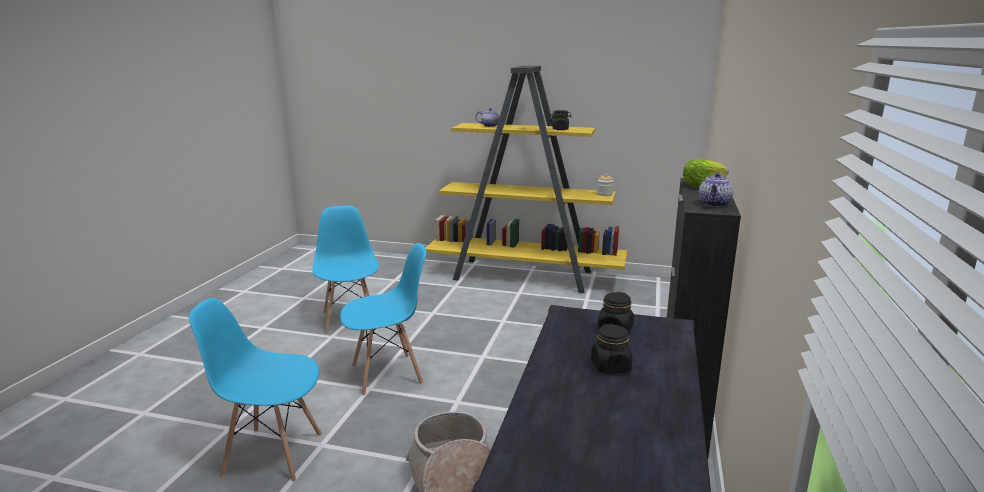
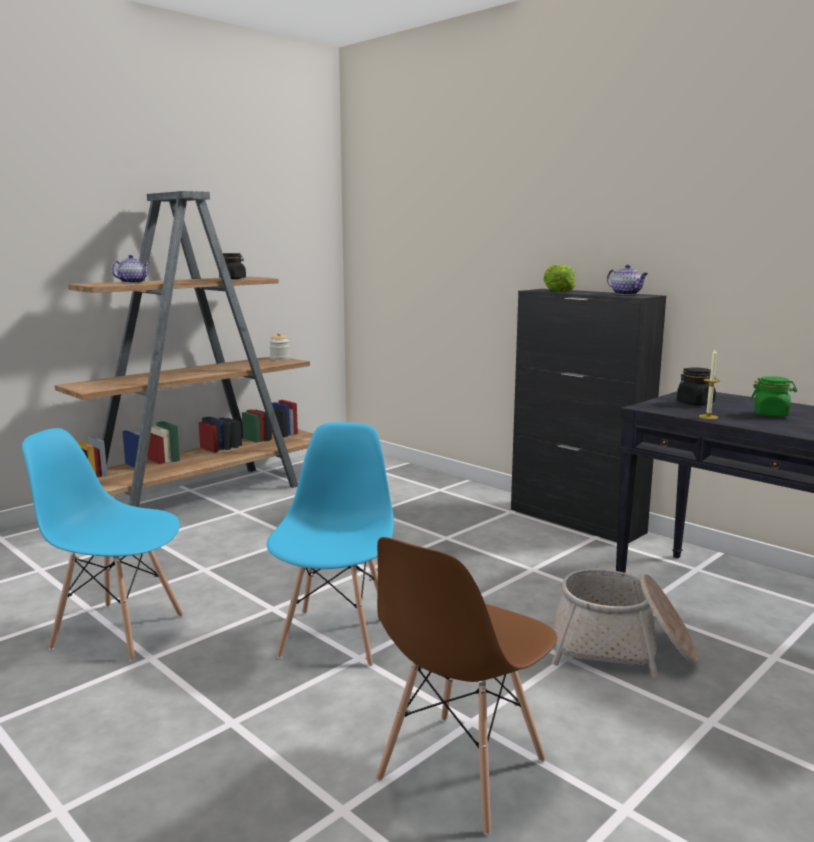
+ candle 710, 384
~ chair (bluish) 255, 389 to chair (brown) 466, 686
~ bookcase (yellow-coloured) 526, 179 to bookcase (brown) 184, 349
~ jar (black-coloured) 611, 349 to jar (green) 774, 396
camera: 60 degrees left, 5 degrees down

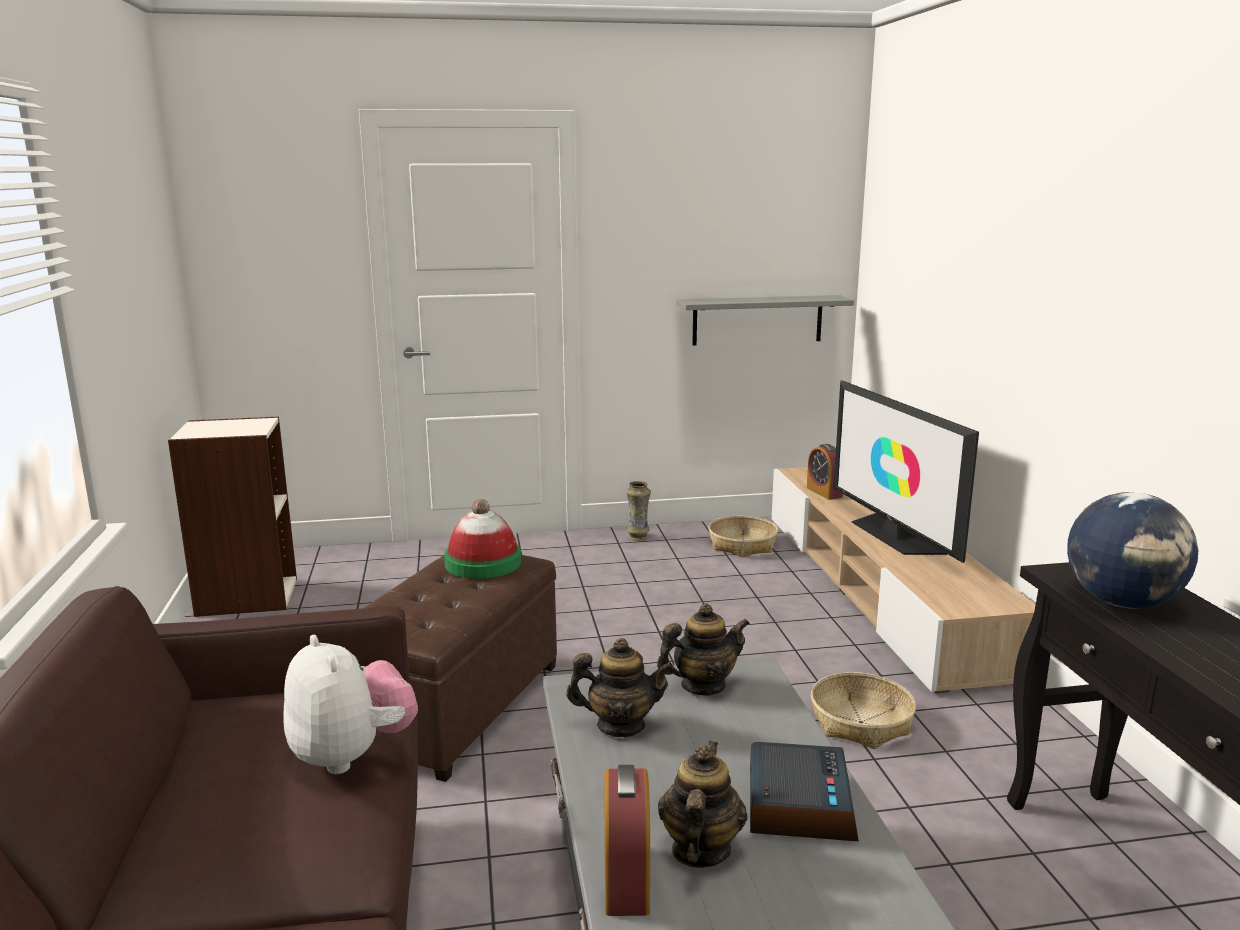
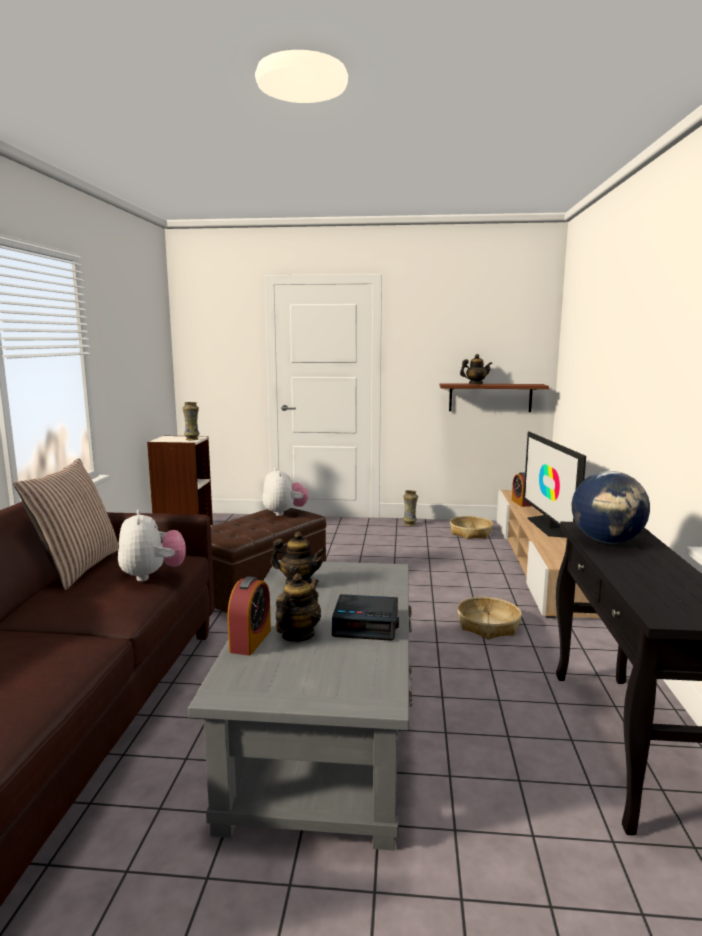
+ cushion 66, 524
+ vase 191, 421
~ pot for tea 703, 649 to 476, 369
~ wearable hat 482, 539 to cuddly toy 285, 491
~ wall shelf (gray) 765, 320 to wall shelf (brown) 494, 397
~ bedside clock 804, 791 = 365, 617 75 degrees clockwise
camera: 15 degrees right, 5 degrees down

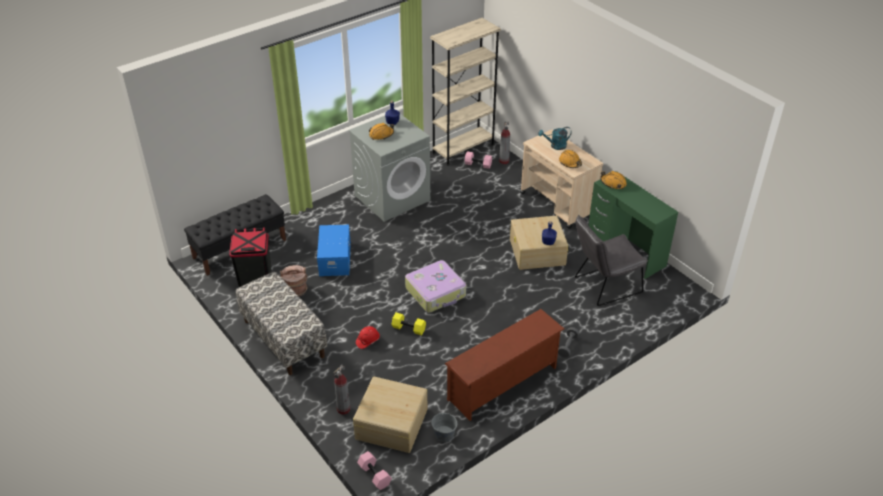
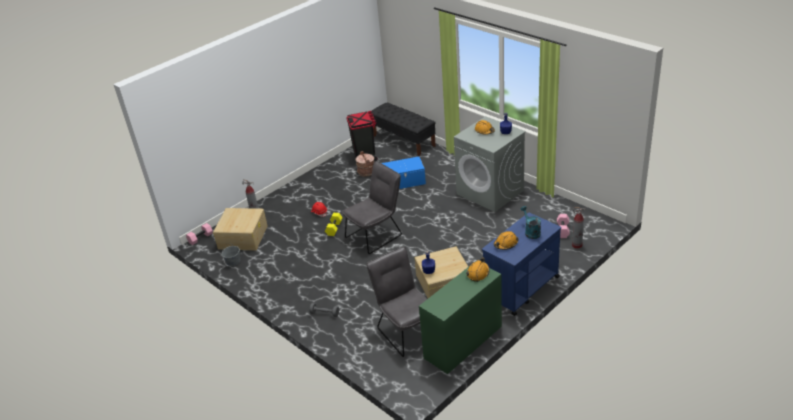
- bench 281, 323
- bookcase (beige-coloured) 465, 92
- shoe rack (brown) 505, 365
~ suitcase 435, 286 to chair (gray) 372, 207
~ wheeled cart (beige-coloured) 561, 179 to wheeled cart (bluish) 521, 264
camera: 85 degrees right, 5 degrees down

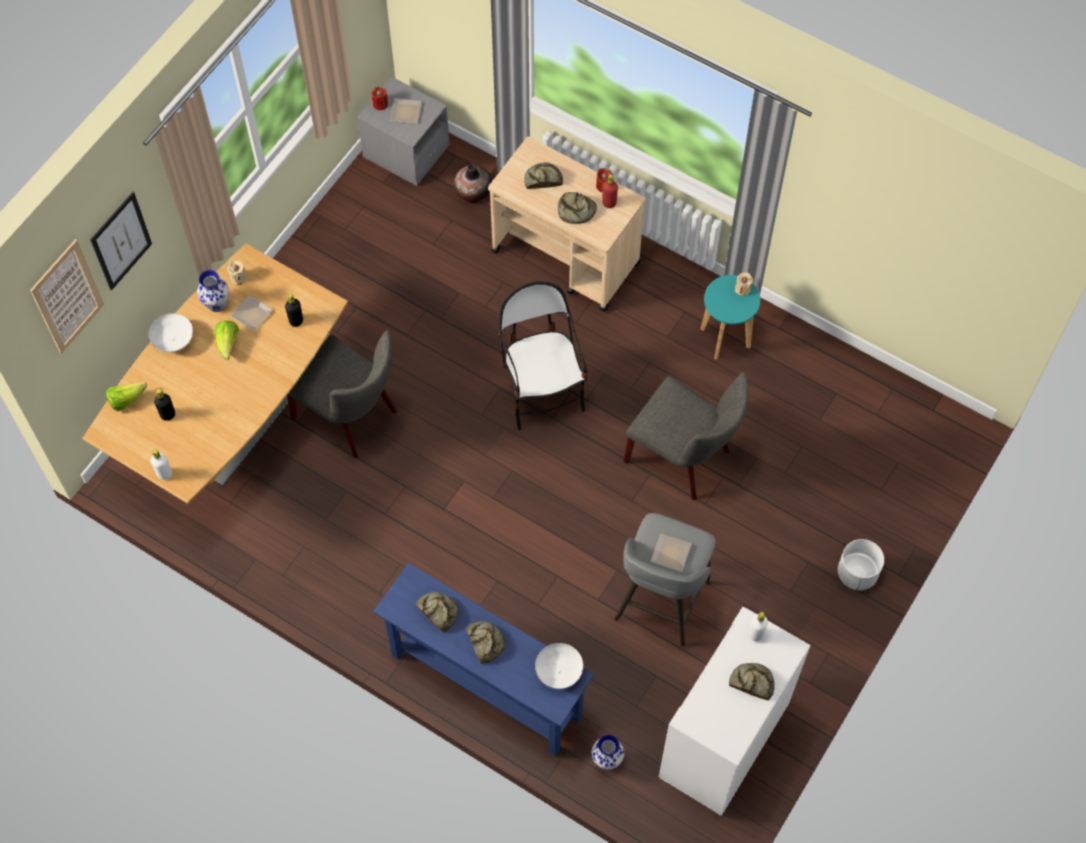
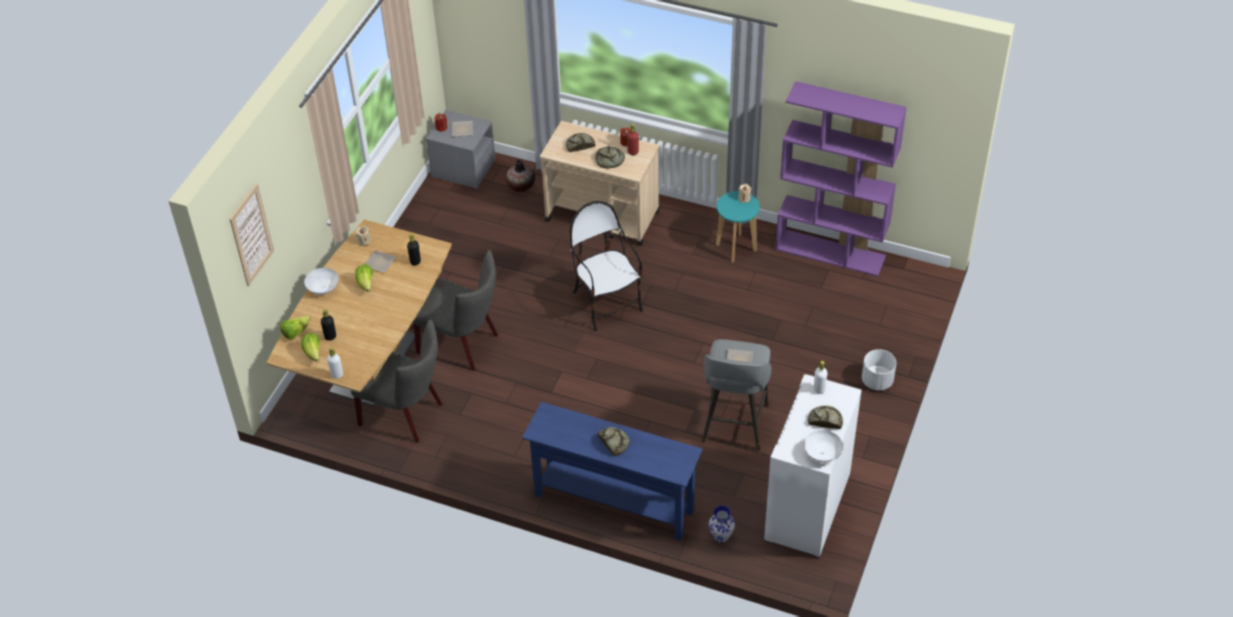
- picture 121, 241
- vase 213, 291
- bakery bread 437, 612
+ head of lettuce 310, 347
+ bookcase (purplish) 841, 178
~ deep dish (white) 559, 666 to 823, 446
~ chair (gray) 685, 436 to 396, 381
camera: 10 degrees left, 15 degrees down

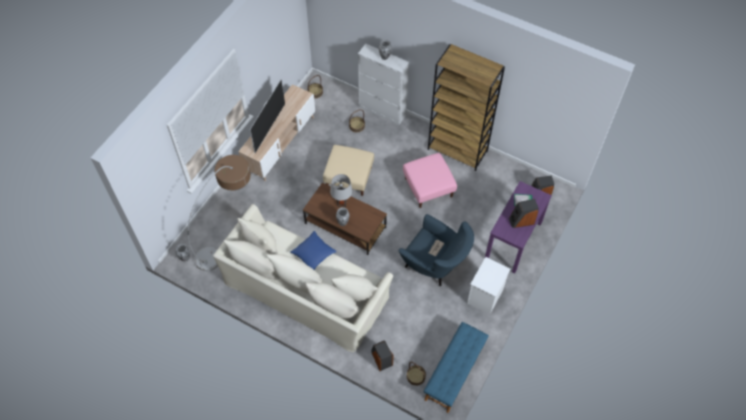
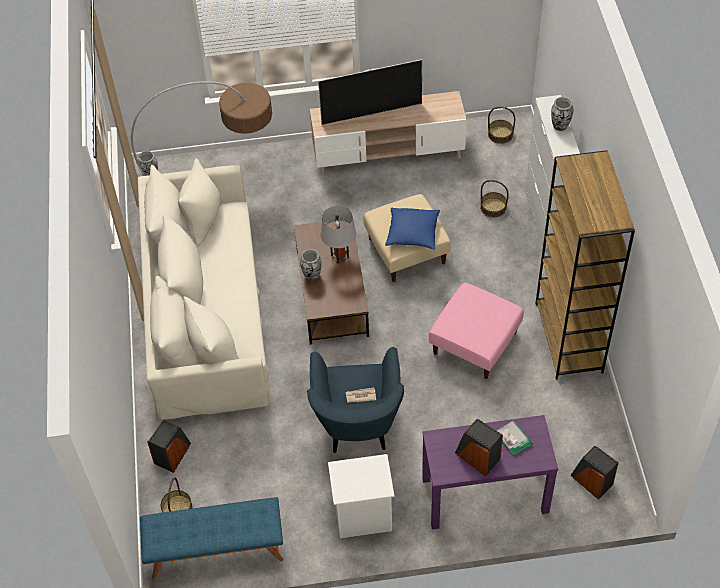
~ cushion (bluish) 313, 250 to 412, 229
camera: 55 degrees right, 5 degrees down

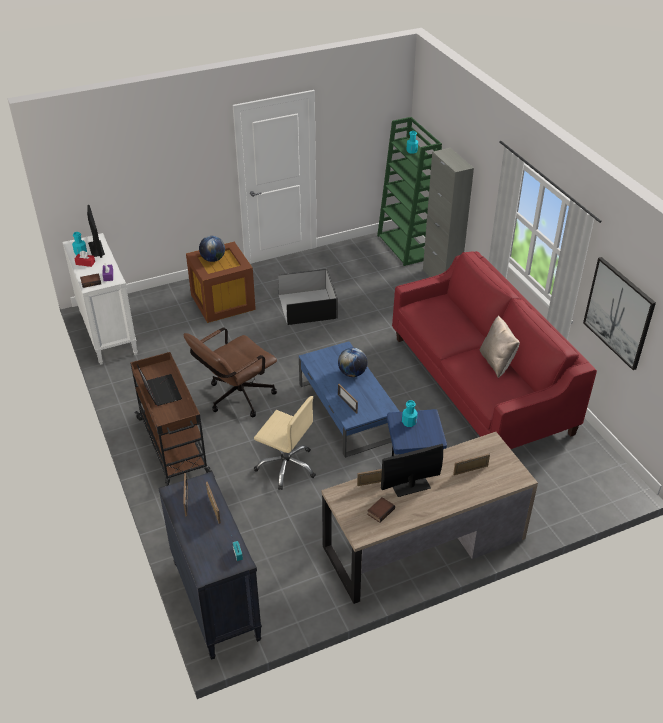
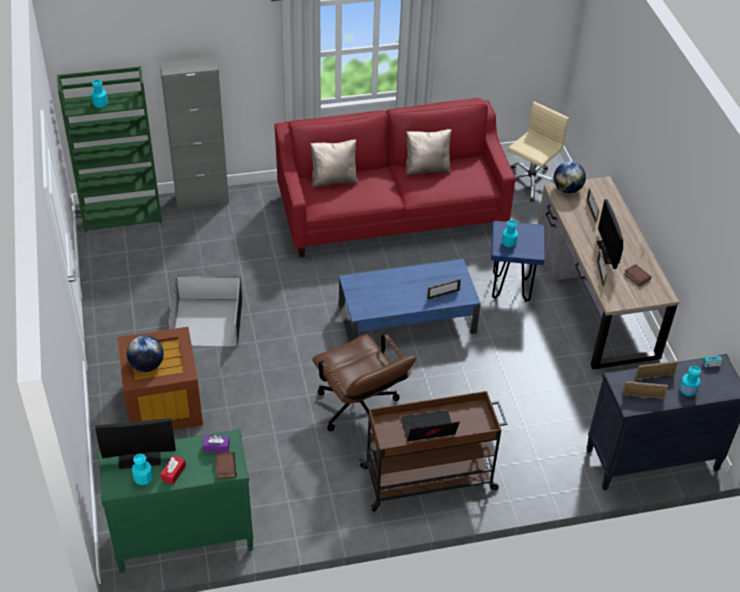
- picture 619, 313
+ cushion (beige-coloured) 334, 163
+ drink bottle (turquoise) 690, 381
~ office chair (beige-coloured) 285, 443 to 538, 152
~ desk globe 353, 362 to 570, 177
~ drawer chest (white) 100, 299 to drawer chest (green) 176, 501
camera: 80 degrees left, 5 degrees up

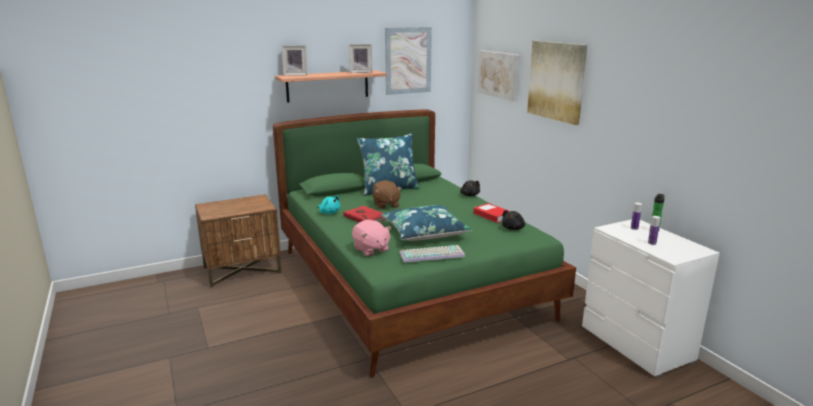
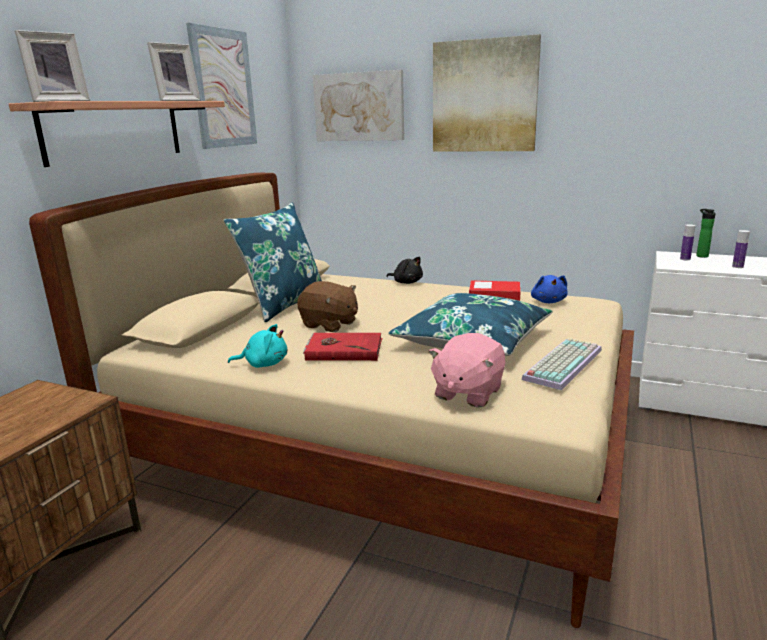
~ bedroom bed (green) 424, 244 to bedroom bed (beige-coloured) 331, 400
~ cuddly toy (black-coloured) 513, 220 to cuddly toy (bluish) 549, 289
~ cuddly toy (pink-coloured) 371, 238 = 466, 370 105 degrees clockwise
camera: 40 degrees left, 0 degrees up

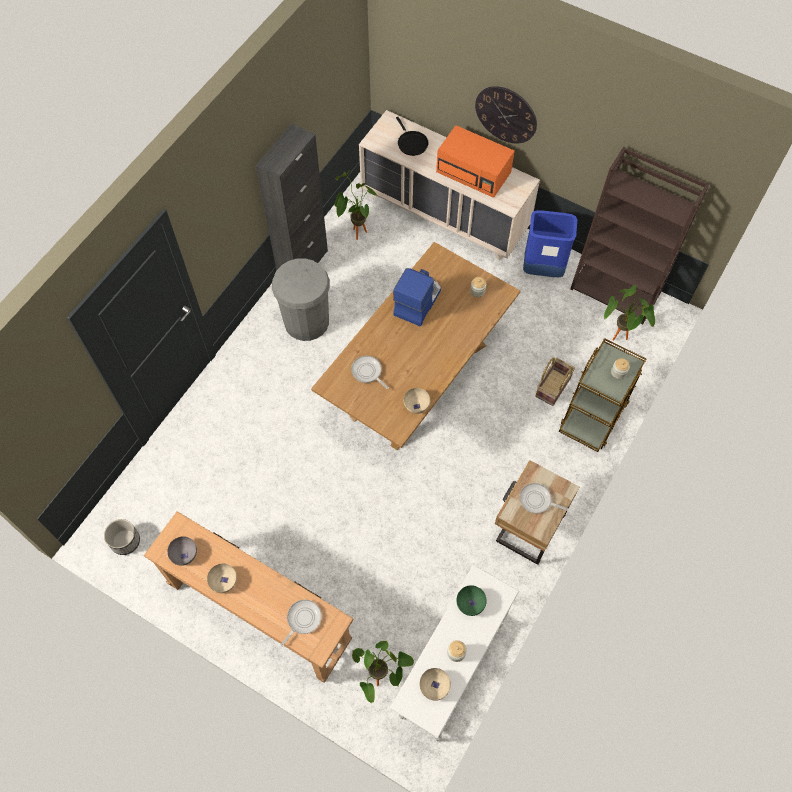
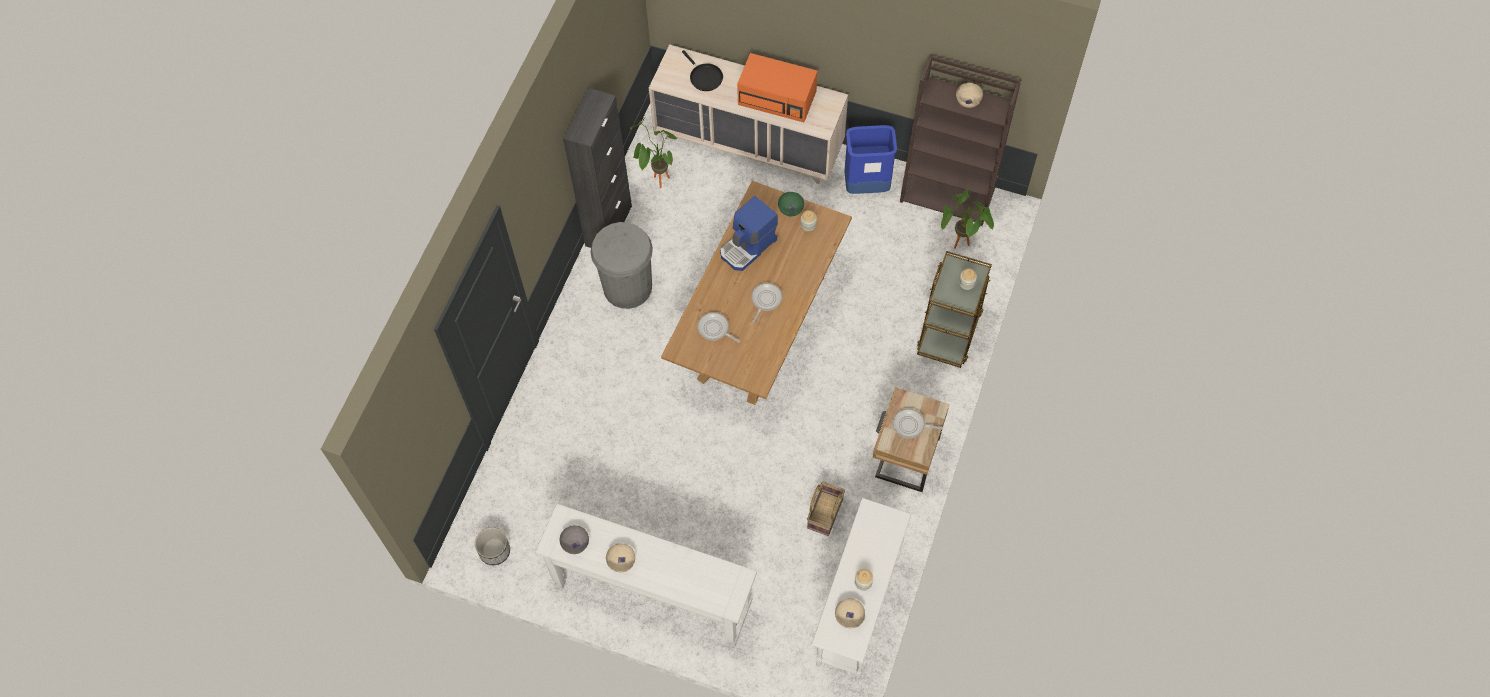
- potted plant 383, 672
- clock on the wall 506, 114
~ frying pan 301, 623 to 766, 303
~ deep dish (beige-coloured) 417, 401 to 969, 95
~ deep dish (green) 471, 600 to 791, 204
~ household basket 555, 381 to 826, 508
~ narrow table (brown) 249, 597 to narrow table (white) 646, 576
~ coffee machine 417, 297 = 749, 233 150 degrees counterclockwise
camera: 10 degrees left, 0 degrees up

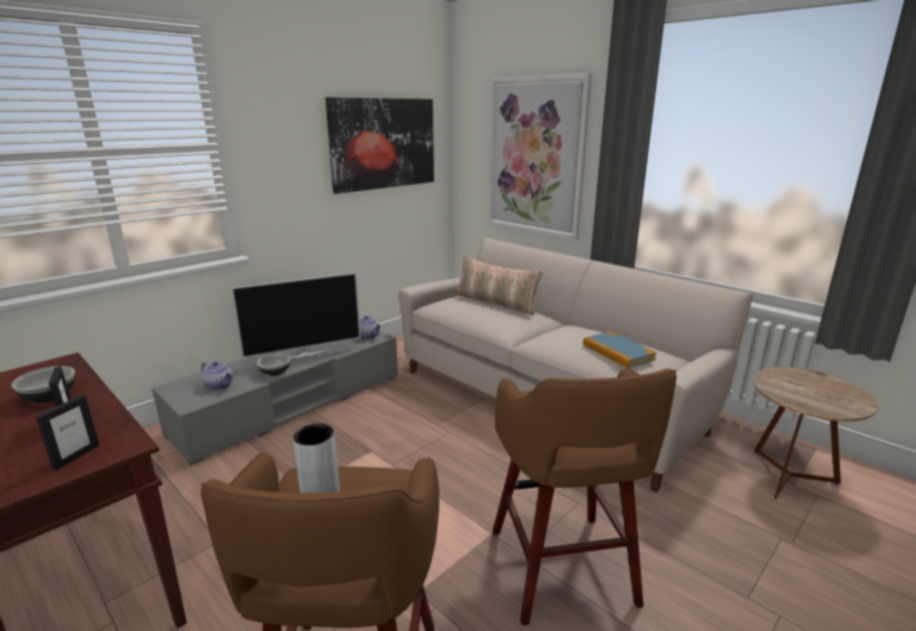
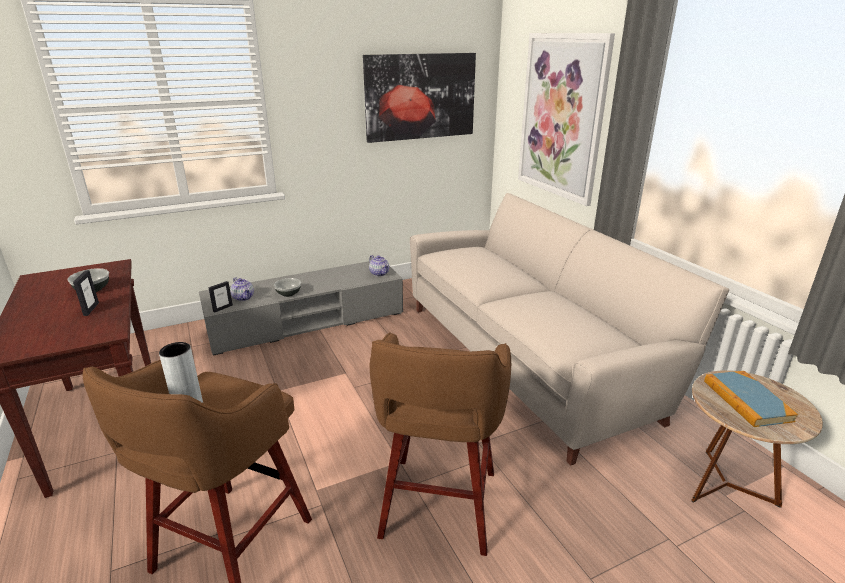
- TV set 296, 316
- cushion 499, 285
~ photo frame 67, 432 to 220, 297
~ volume 620, 349 to 751, 399
camera: 20 degrees right, 5 degrees up

